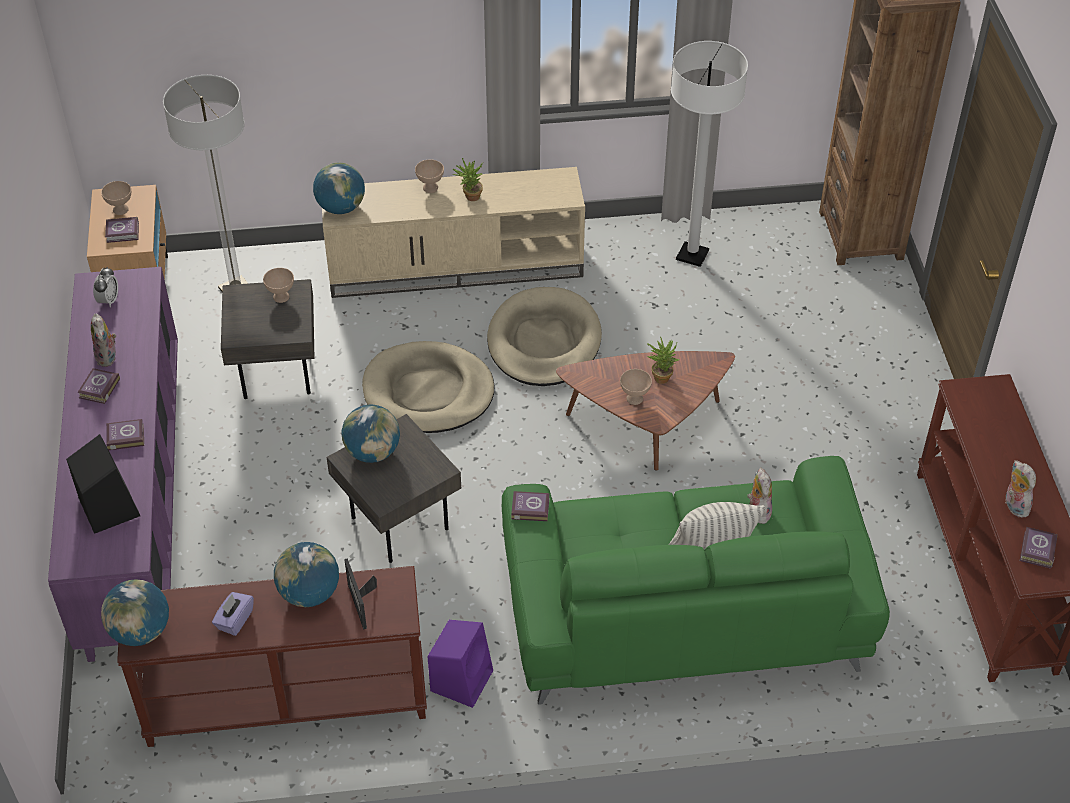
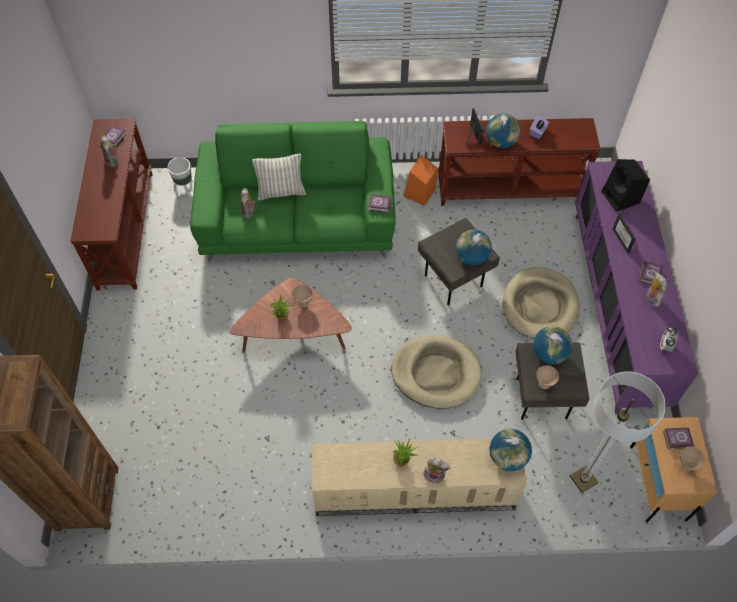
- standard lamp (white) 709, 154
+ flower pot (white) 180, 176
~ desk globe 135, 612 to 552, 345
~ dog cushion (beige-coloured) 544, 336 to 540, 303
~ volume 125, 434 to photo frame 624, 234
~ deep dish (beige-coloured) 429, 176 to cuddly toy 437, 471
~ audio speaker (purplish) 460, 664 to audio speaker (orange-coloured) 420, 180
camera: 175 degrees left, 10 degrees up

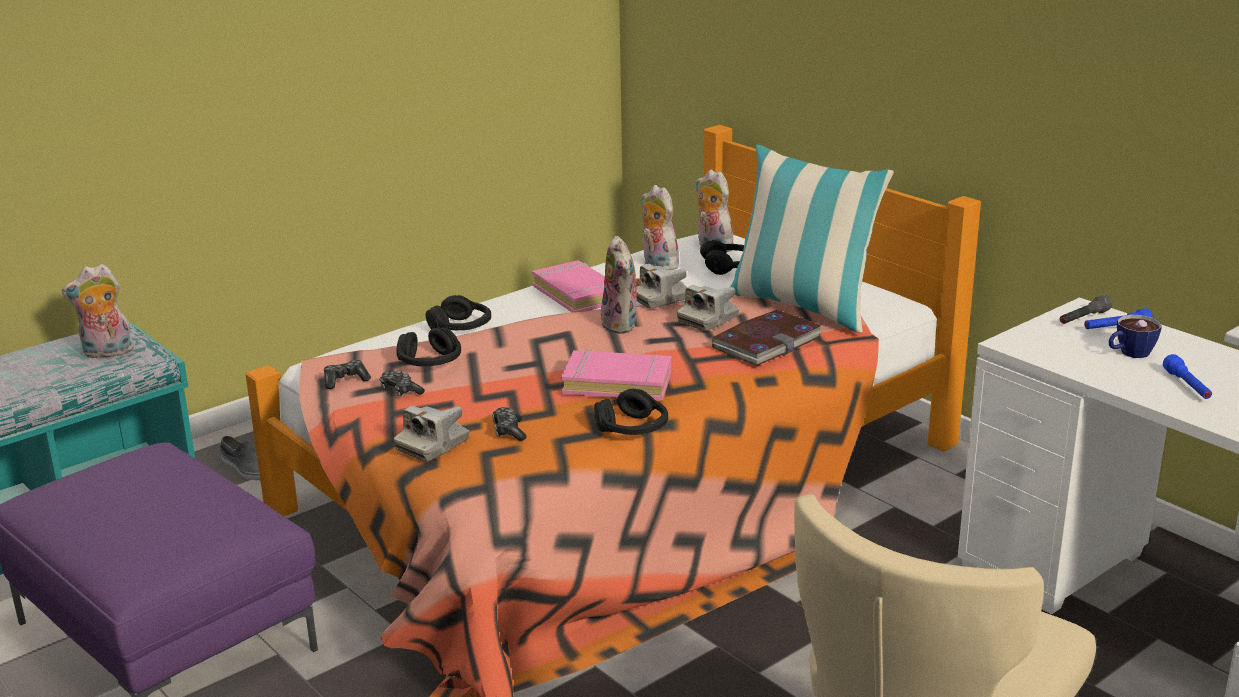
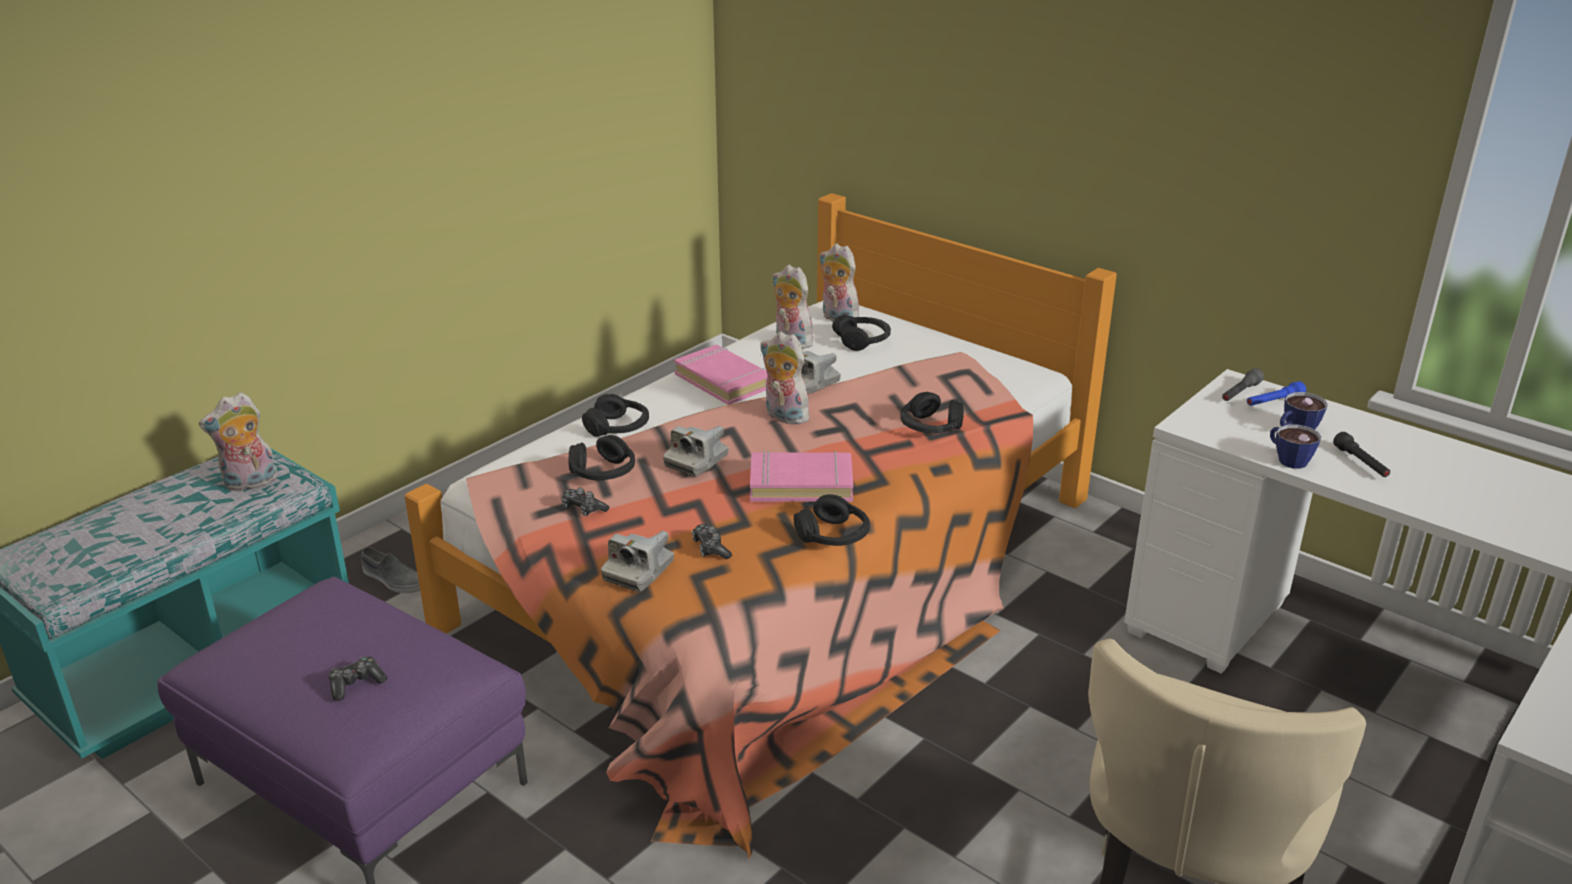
- cushion 812, 239
+ drinking cup 1295, 447
~ game controller 347, 374 to 358, 678
~ still camera 708, 308 to 696, 451
~ volume 767, 338 to pair of headphones (black-coloured) 932, 412
~ torch (bluish) 1187, 376 to torch (black-coloured) 1361, 454
~ cuddly toy 621, 285 = 784, 378 150 degrees clockwise
camera: 10 degrees left, 5 degrees up

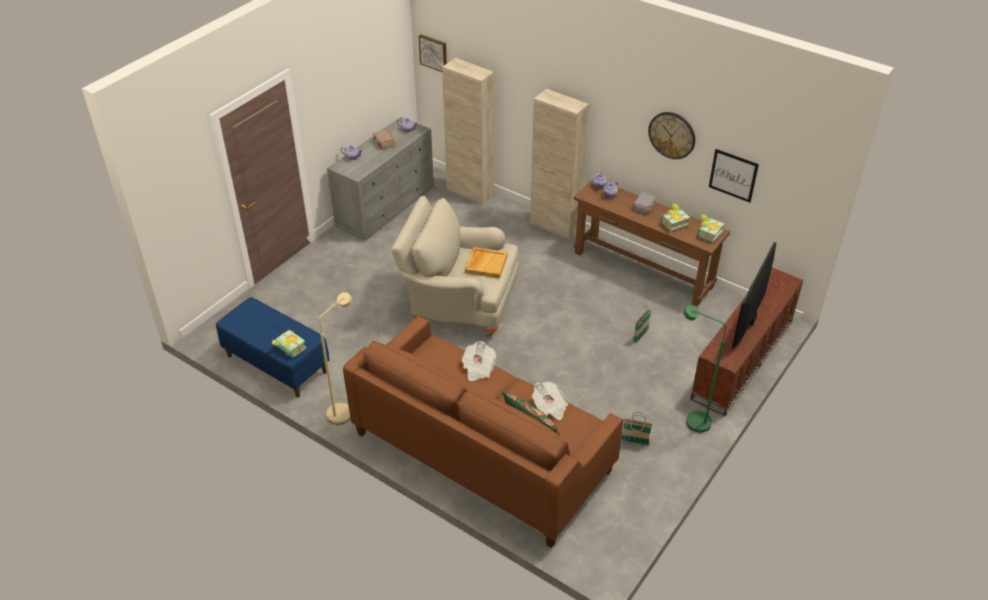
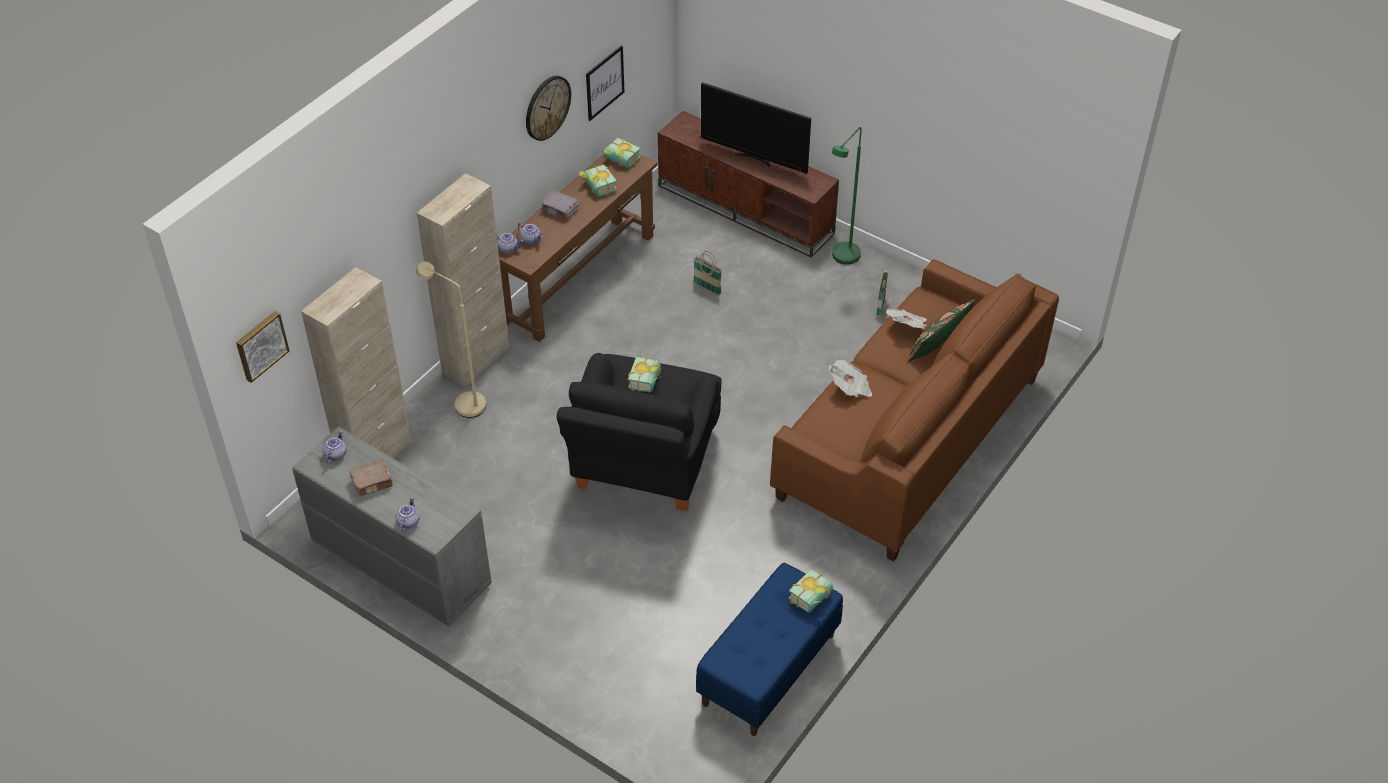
~ standard lamp (beige-coloured) 335, 358 to 451, 339
~ tray (beige-coloured) 486, 262 to volume 645, 374
~ lounge chair (beige-coloured) 454, 266 to lounge chair (black-coloured) 639, 432
camera: 90 degrees left, 5 degrees up

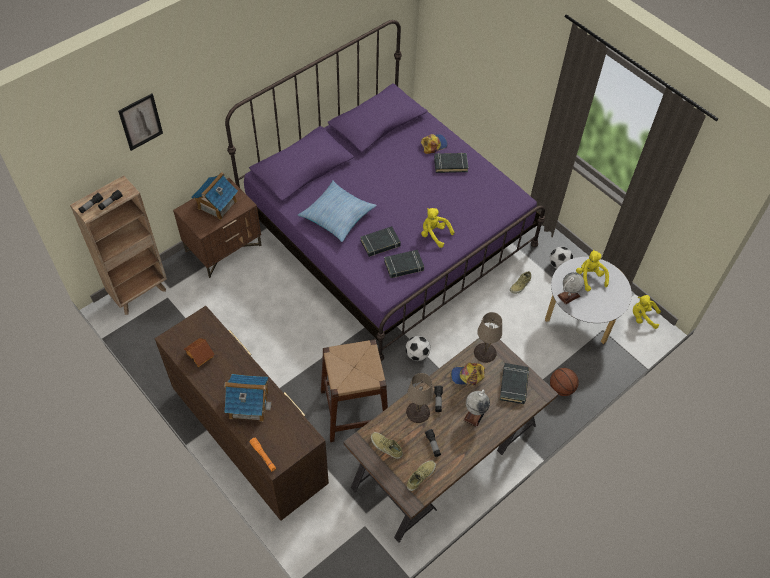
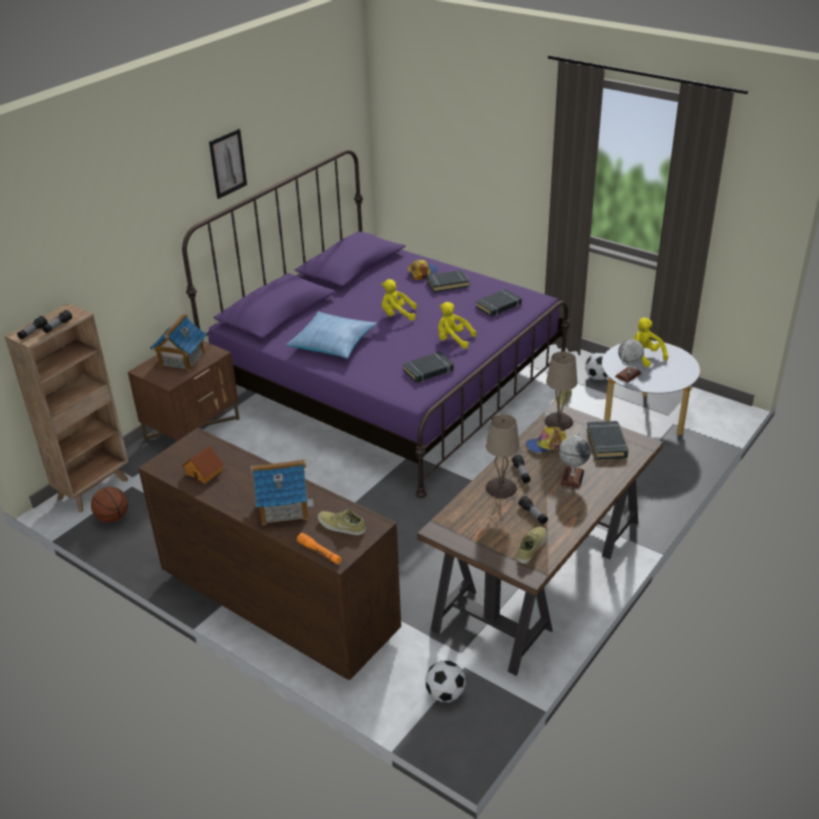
- stool (brown) 354, 391
~ picture 140, 122 to 228, 164
~ volume (black-coloured) 380, 241 to 499, 303
~ item of footwear (beige-coloured) 387, 445 to 342, 522
~ ball for football 418, 348 to 445, 681
~ basketball 564, 382 to 109, 505
~ cuddly toy (yellow-coloured) 647, 312 to 399, 300
camera: 10 degrees left, 20 degrees down

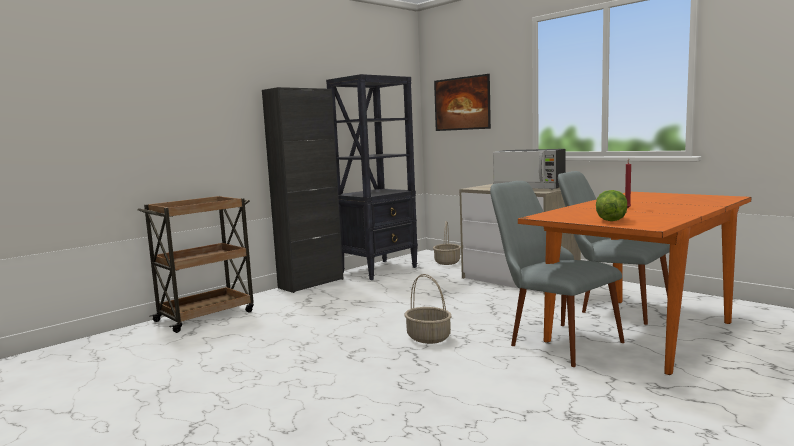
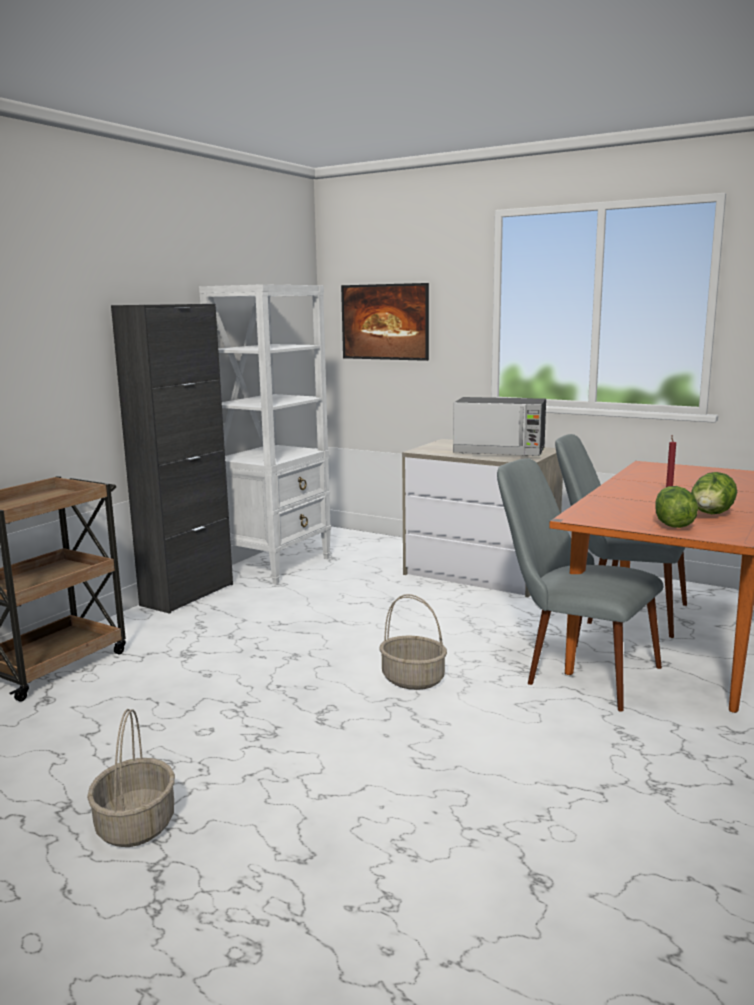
+ head of lettuce 714, 493
~ household basket 447, 243 to 131, 778
~ bookcase (black-coloured) 372, 177 to bookcase (white) 265, 434
camera: 15 degrees left, 5 degrees up

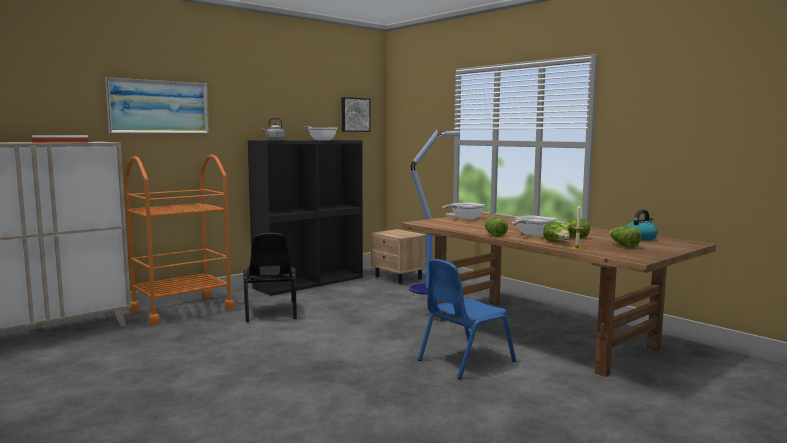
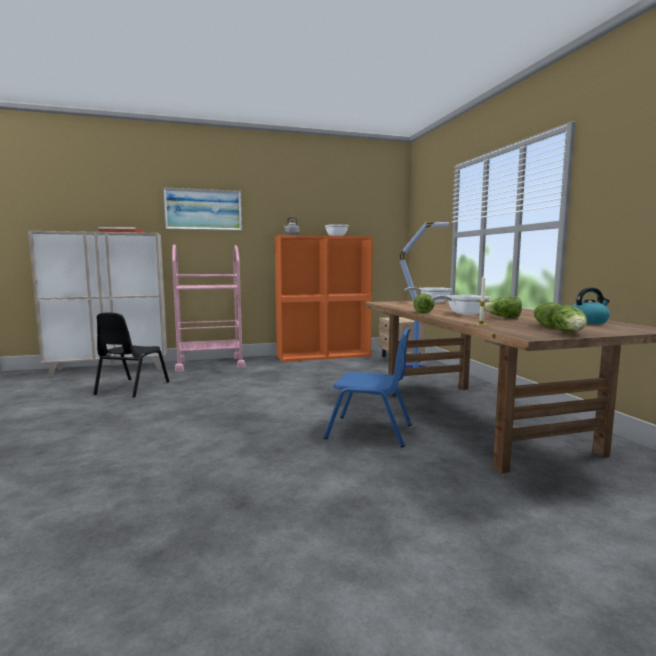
- picture 356, 114
~ chair (black-coloured) 270, 277 to 131, 355
~ head of lettuce 556, 231 to 569, 318
~ wheeled cart (orange-coloured) 180, 240 to wheeled cart (pink-coloured) 208, 308
~ bookcase (black-coloured) 305, 218 to bookcase (orange-coloured) 324, 298
~ chair (bluish) 467, 319 = 367, 387 150 degrees counterclockwise
camera: 25 degrees right, 0 degrees up

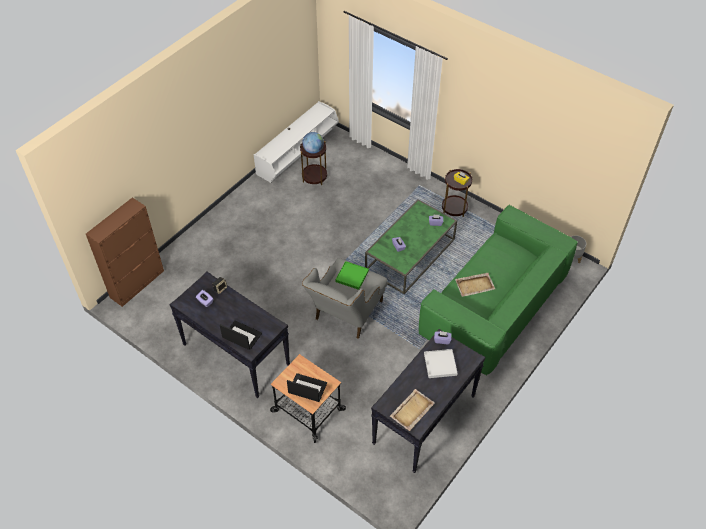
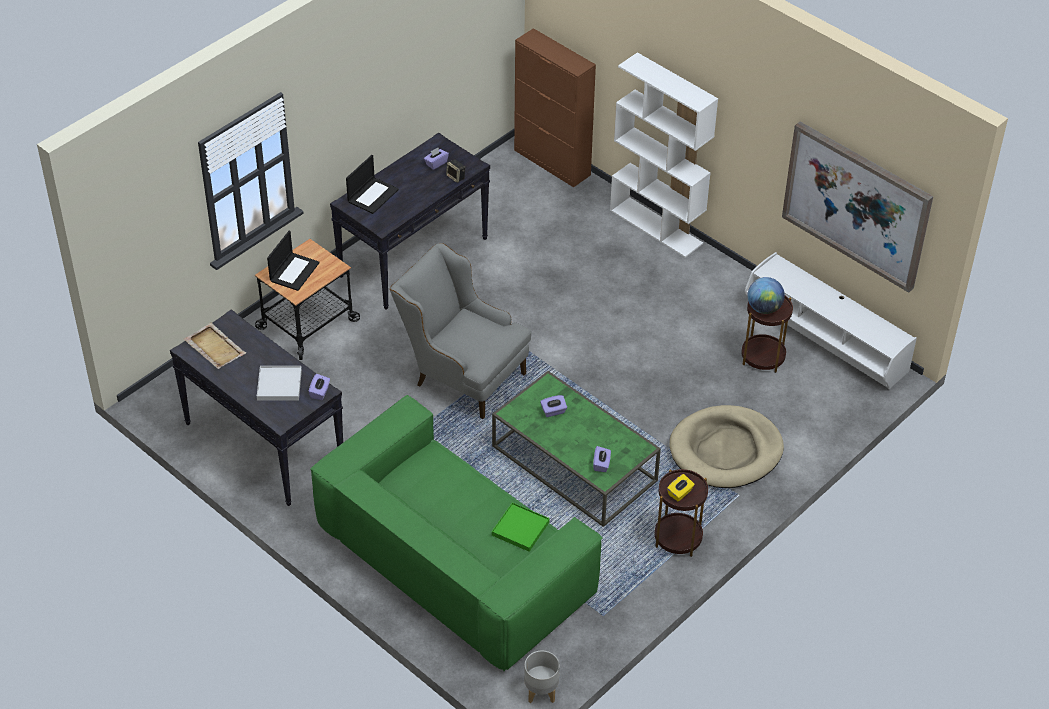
- tray (beige-coloured) 475, 285
+ bookcase (white) 664, 155
+ dog cushion (beige-coloured) 726, 446
+ picture 857, 207
~ tray (green) 352, 275 to 521, 527
camera: 95 degrees right, 5 degrees down

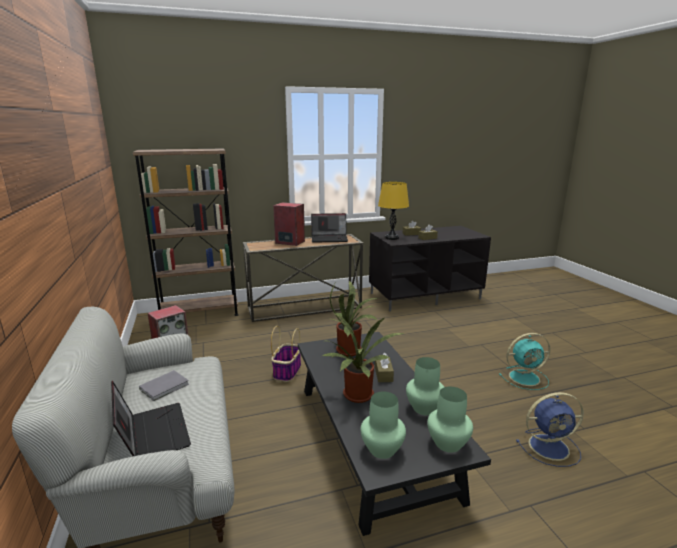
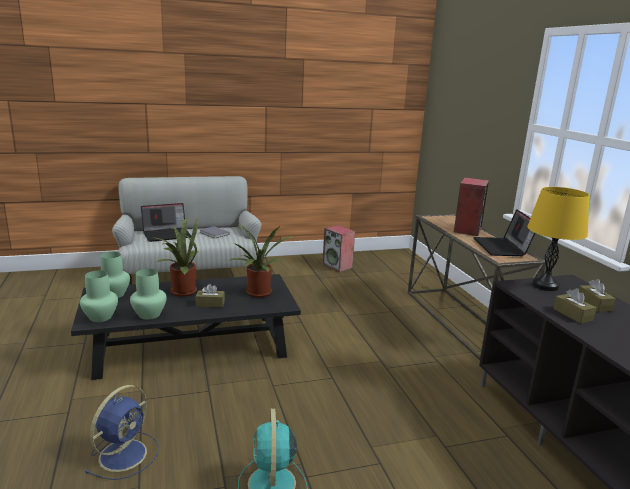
- bookcase (brown) 186, 232
- household basket 286, 354
~ cooling fan (bluish) 550, 429 = 122, 432 150 degrees counterclockwise
camera: 90 degrees right, 0 degrees up

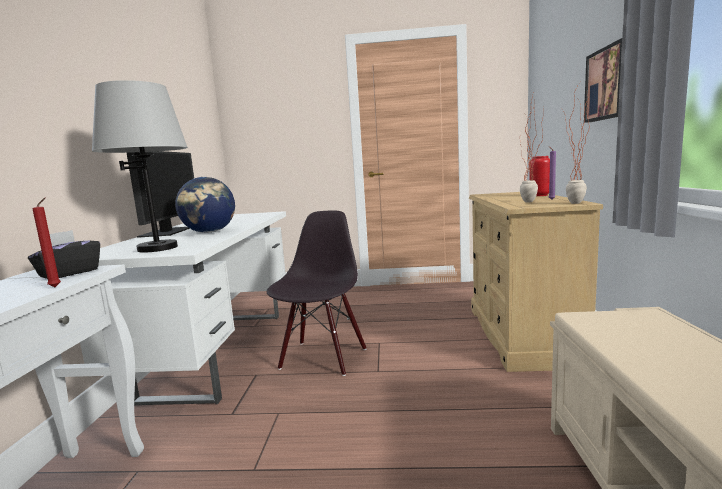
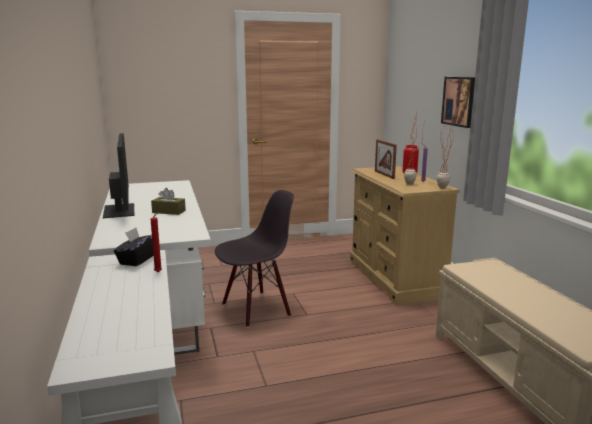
- tabletop lamp (gray) 140, 166
+ photo frame 386, 159
~ desk globe 205, 205 to box of tissues (brown) 168, 201
~ chair (black-coloured) 316, 293 = 254, 259 60 degrees clockwise
camera: 20 degrees left, 5 degrees up

